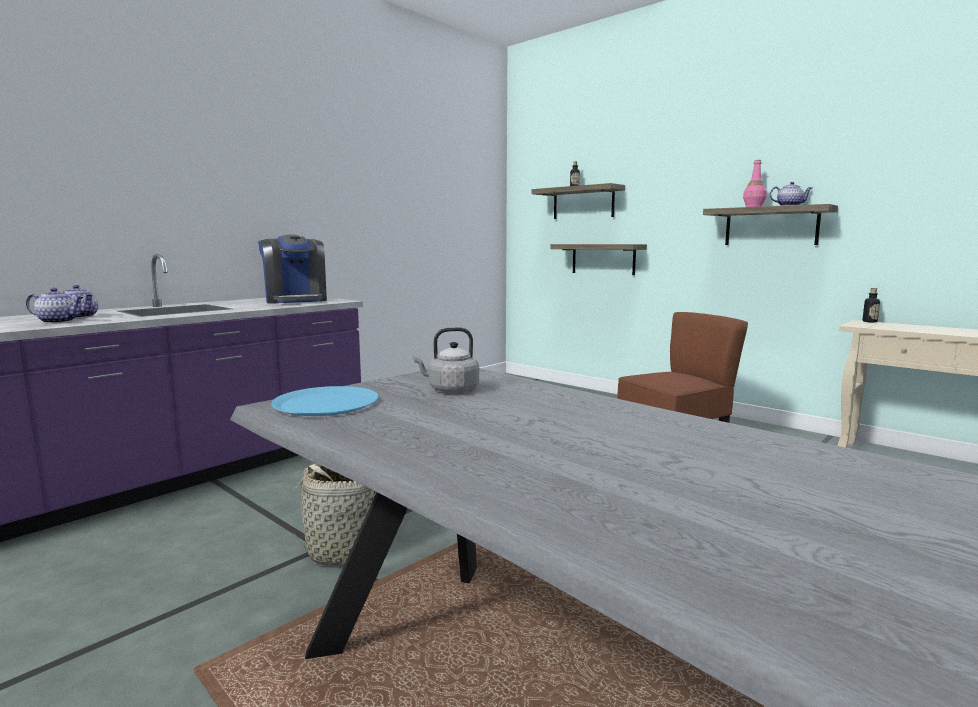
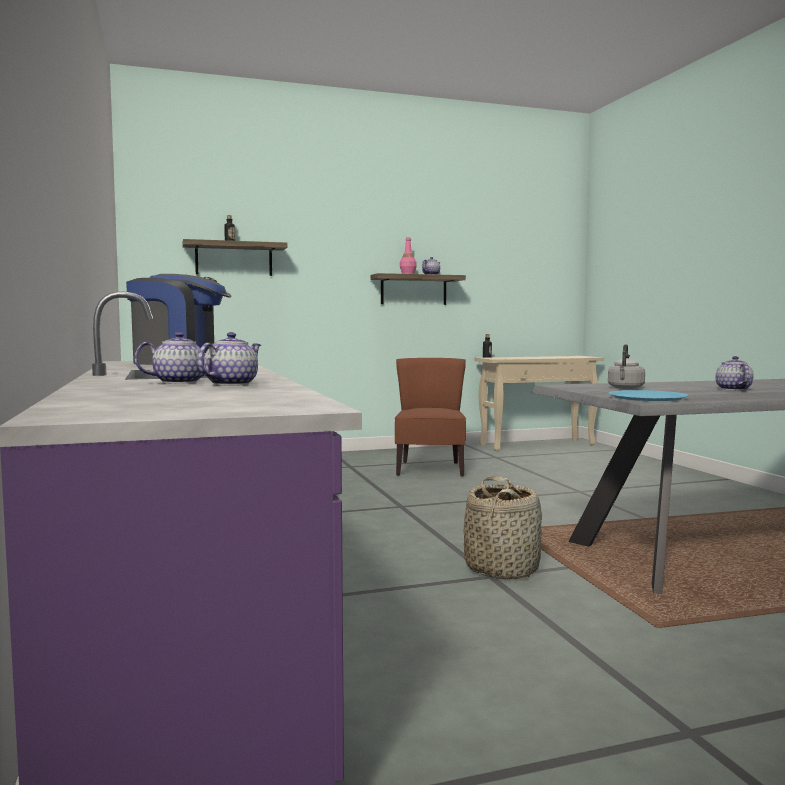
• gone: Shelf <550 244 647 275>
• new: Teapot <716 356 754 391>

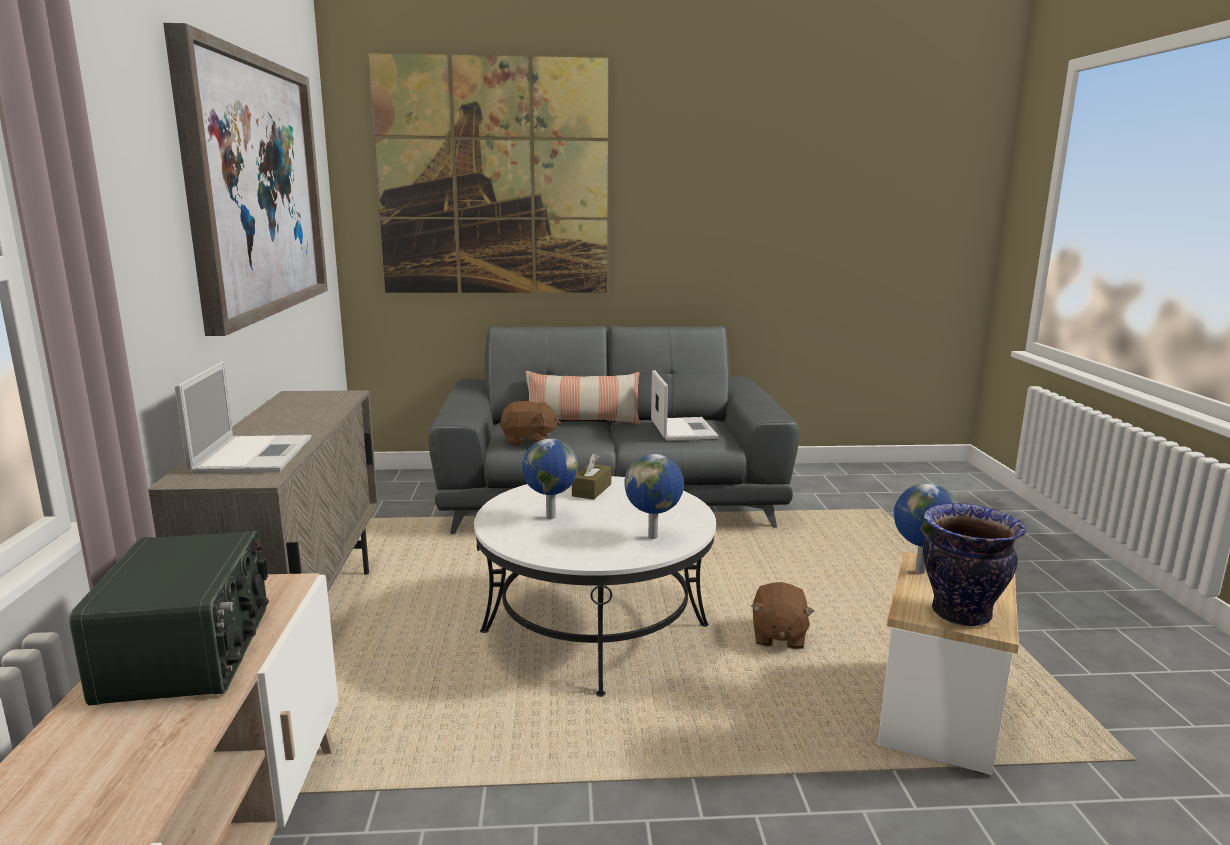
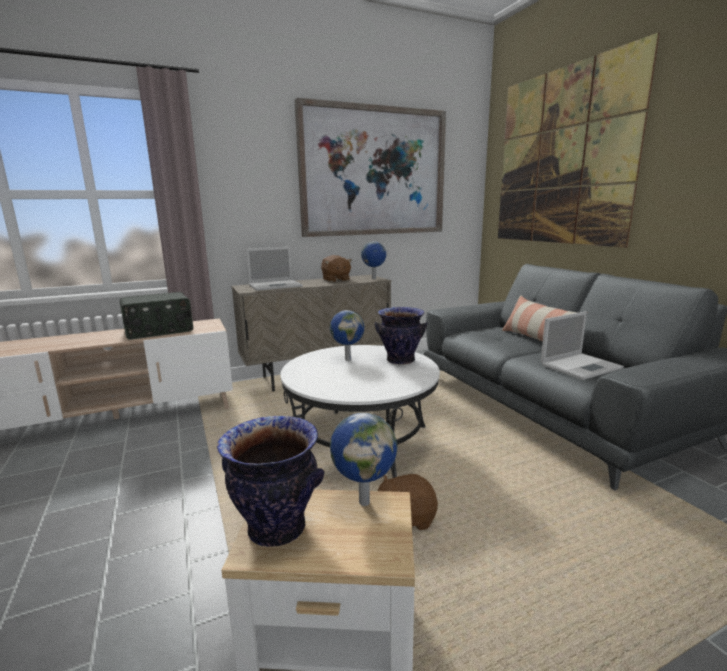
• shifted: BrownPlushToy <500 401 561 445> to <321 255 352 282>
• swapped: BrownTissueBox <572 453 611 500> to Vase <374 307 428 365>
• shifted: Globe <624 454 684 539> to <361 241 386 279>

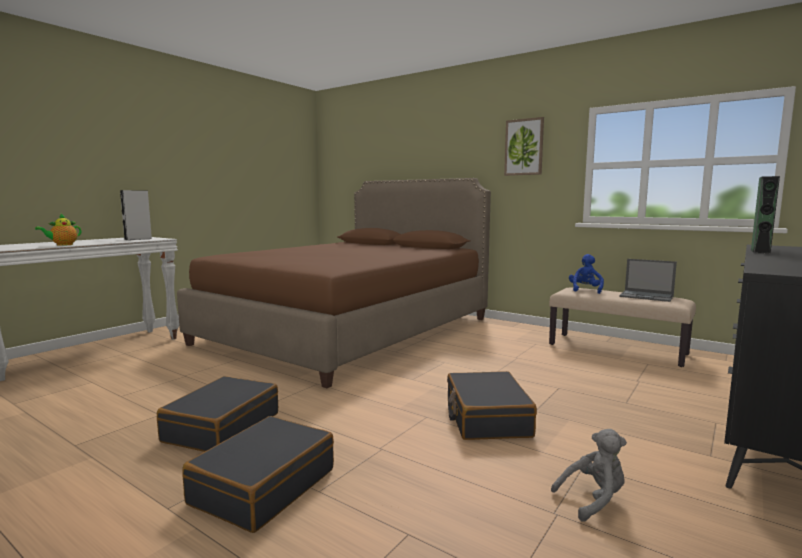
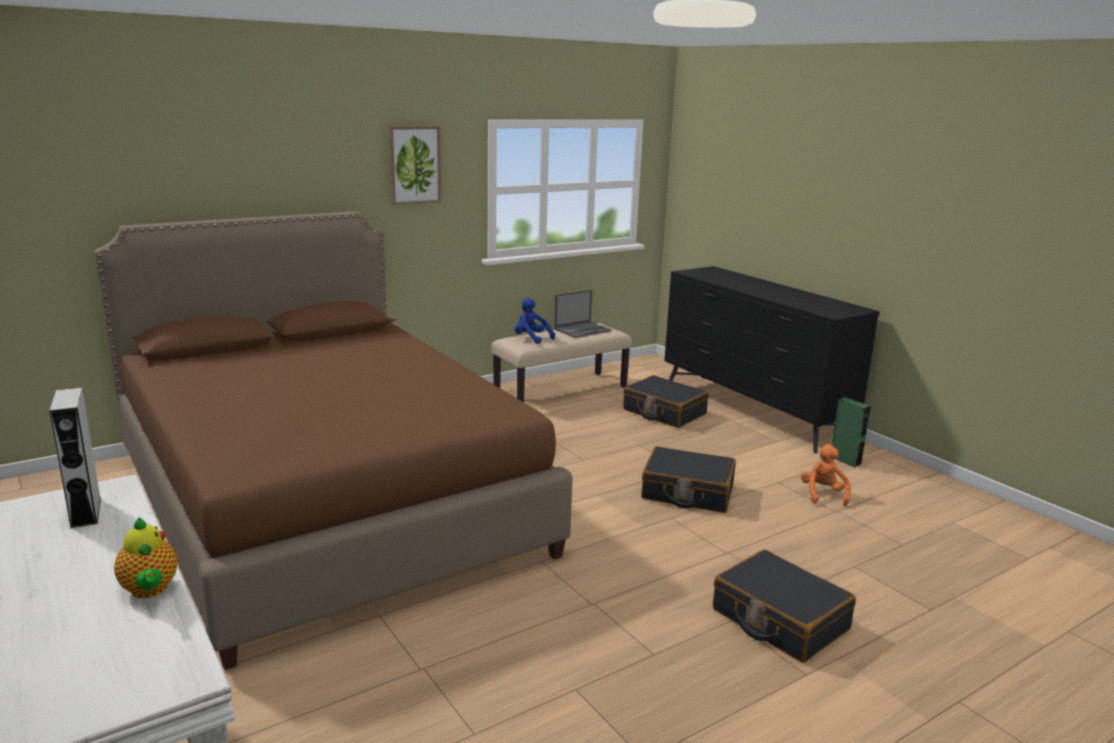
• shifted: GreenSpeaker <751 176 780 254> to <831 397 871 467>
• shifted: BlackSuitcase <157 376 278 452> to <623 375 709 428>
• repainted: GreyPlushToy <551 429 627 522> to OrangePlushToy <801 444 851 506>

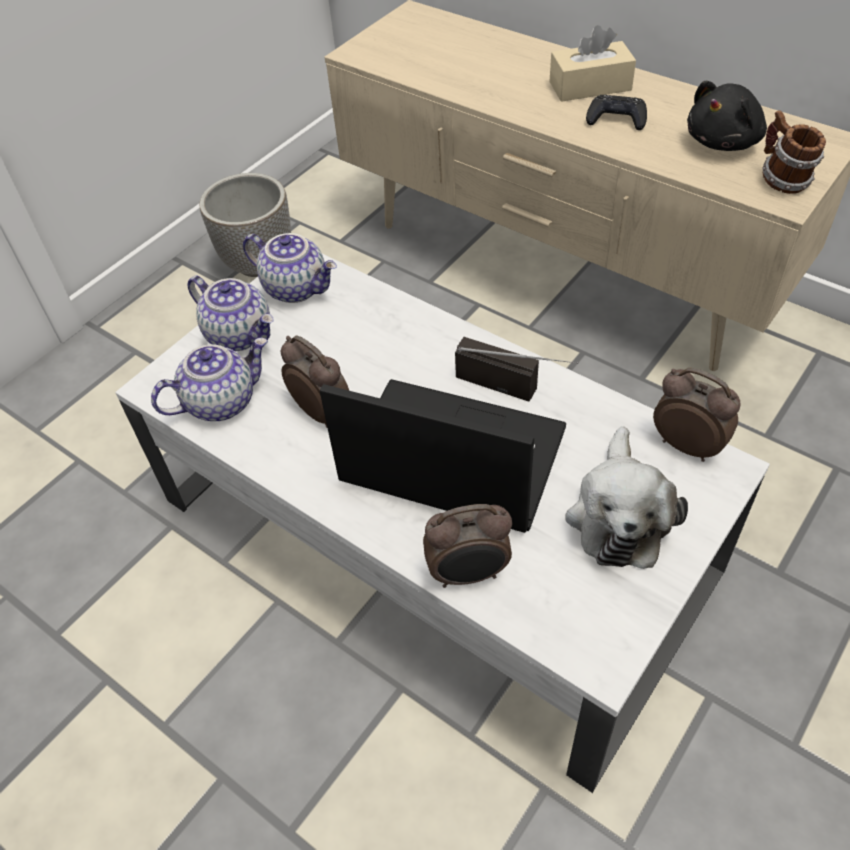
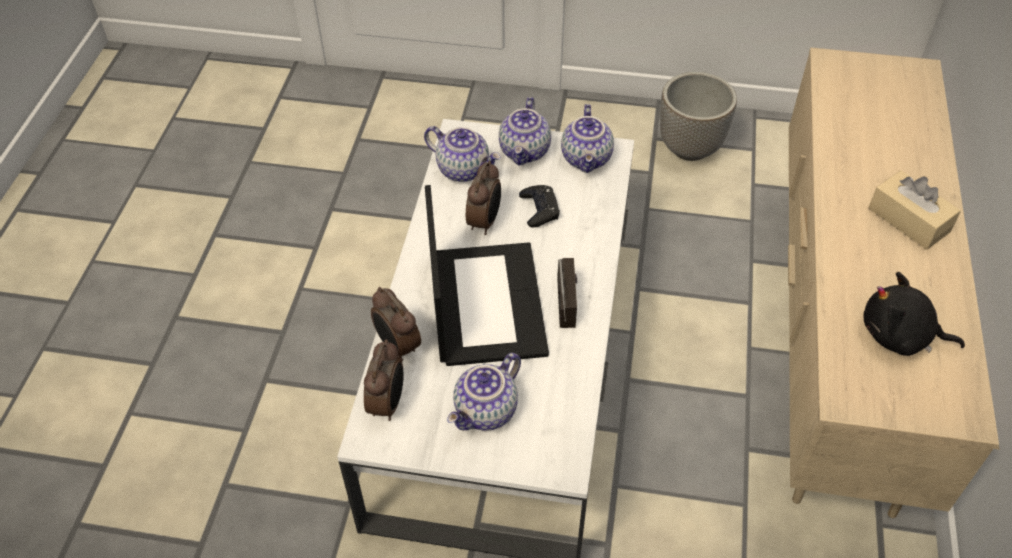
• shifted: BlackGameController <586 95 647 130> to <519 185 560 227>
• gone: Mug <762 110 826 194>
• shifted: AlarmClock <653 368 741 462> to <364 339 404 421>
• swapped: PlushToy <565 426 688 569> to Teapot <447 353 521 431>

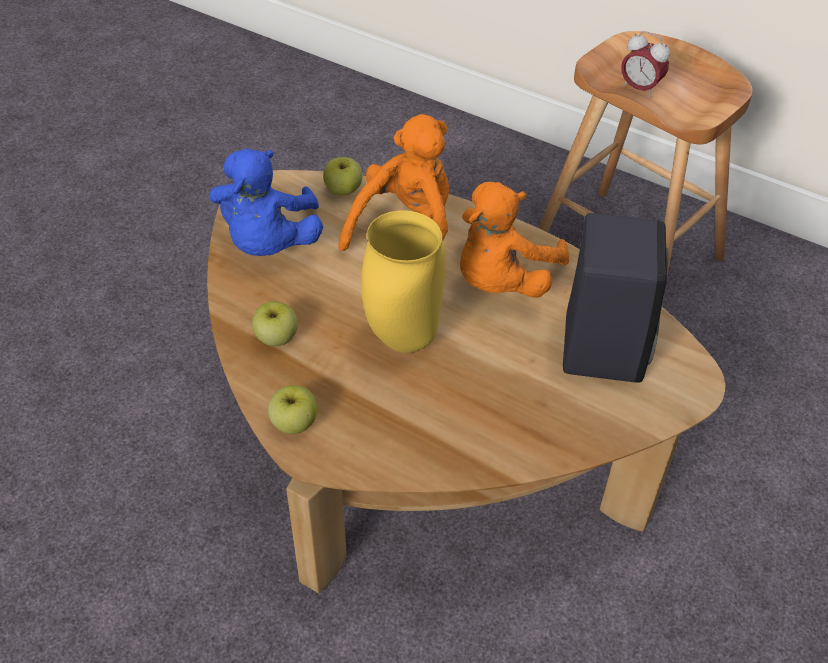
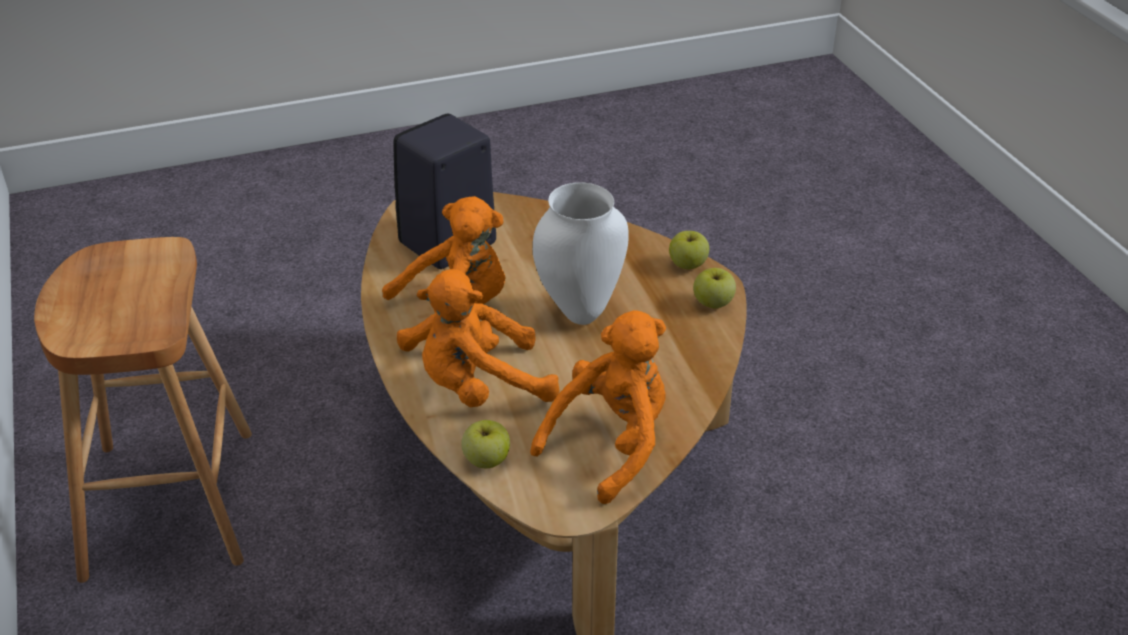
• gone: AlarmClock <621 31 670 98>
• repainted: BluePlushToy <209 148 323 256> to OrangePlushToy <530 310 666 504>
• repainted: YellowVase <361 210 446 353> to WhiteVase <533 182 629 325>
• shifted: Apple <252 301 298 346> to <669 231 709 269>

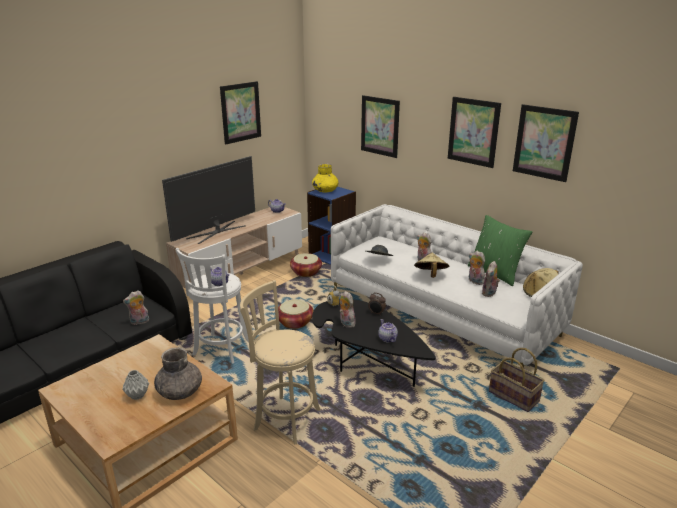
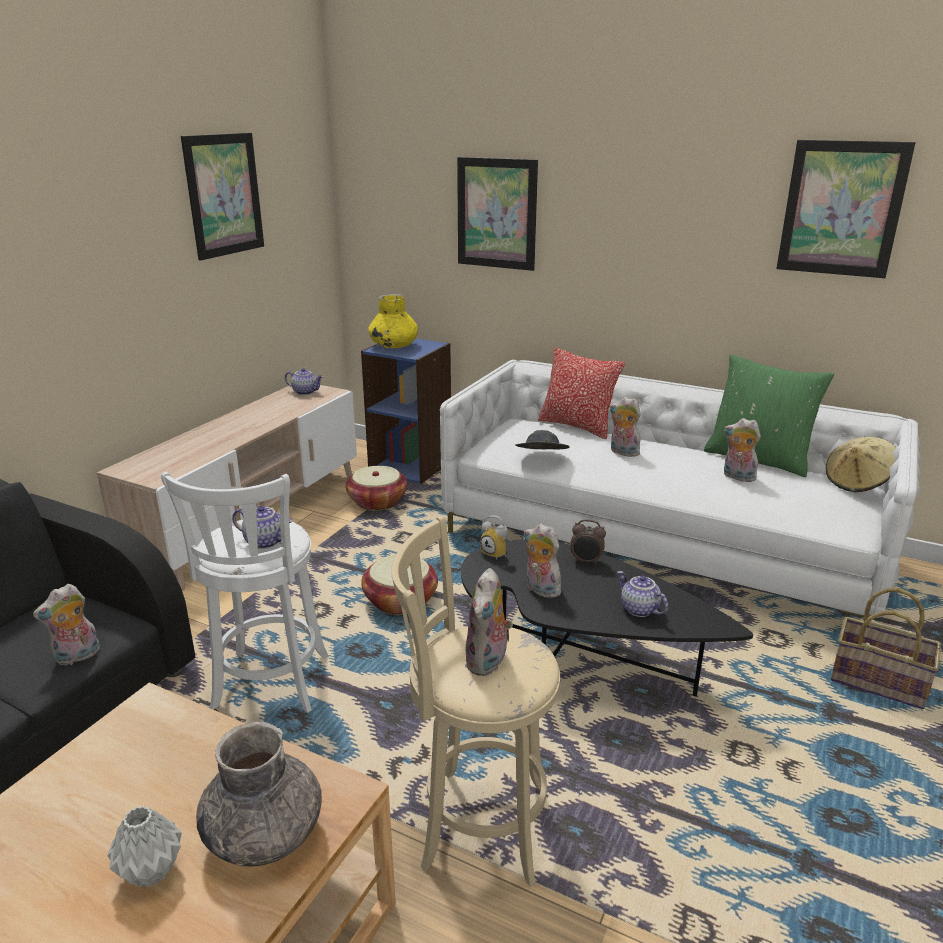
• gone: Picture <448 97 501 168>
• gone: Television <162 156 255 244>
• gone: BeigeHat <414 253 450 278>
• shifted: PlushToy <482 261 500 297> to <465 568 513 676>
• new: Pillow <538 348 625 439>

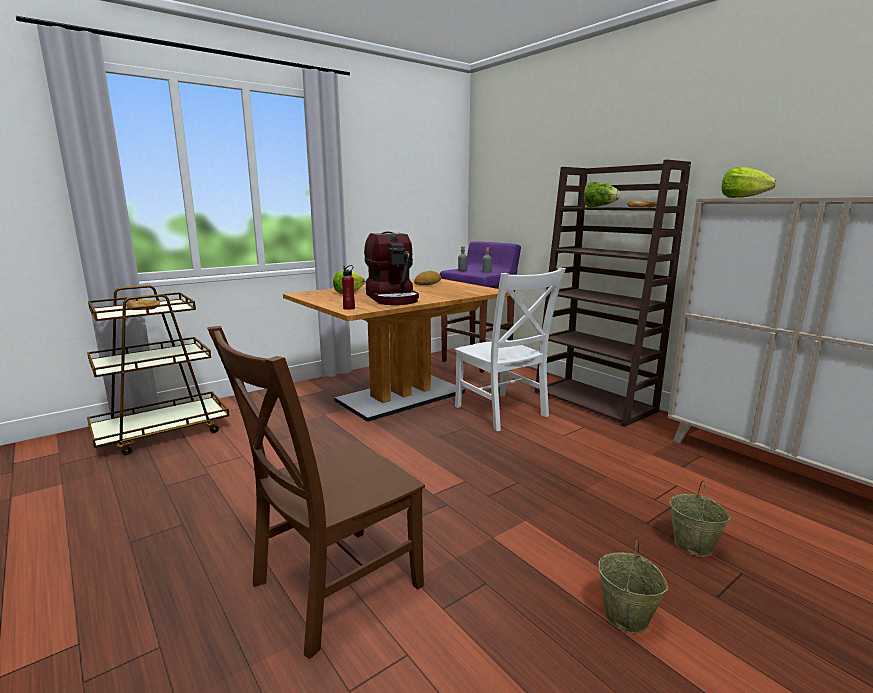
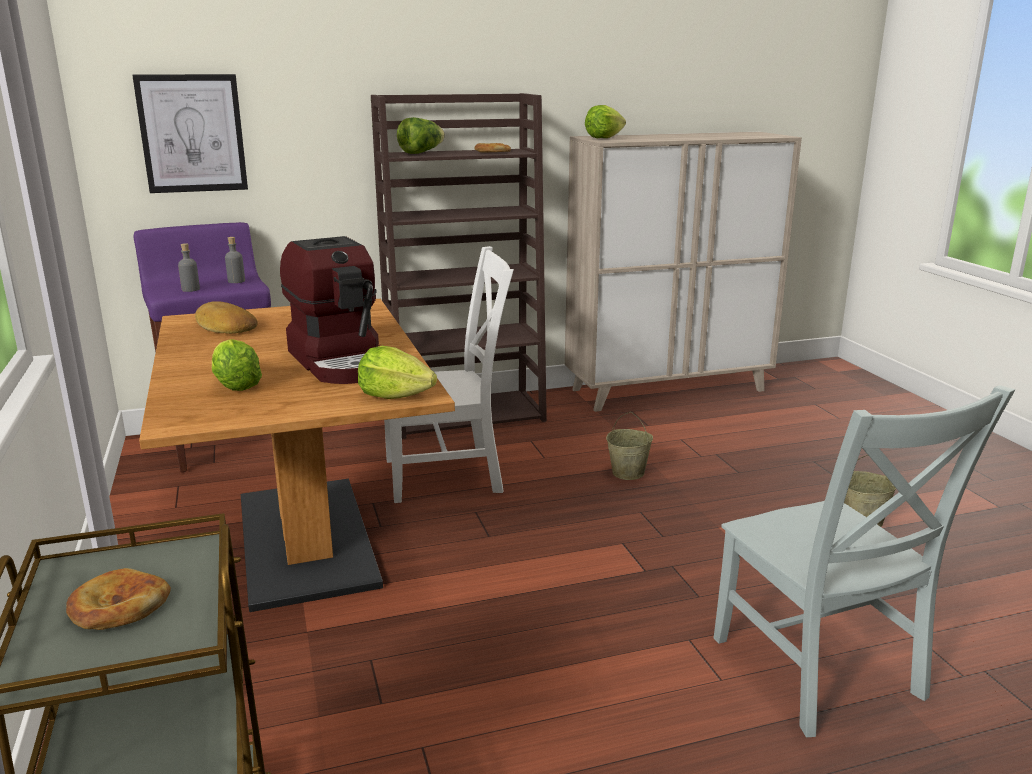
• rotated: CoffeeMachine <364 232 419 305> = <280 236 380 384> 60 degrees clockwise
• swapped: RedBottle <342 265 355 310> to Lettuce <358 346 437 399>
• repainted: BrownChair <207 326 425 659> to GreyChair <714 385 1015 737>
• shifted: BeigeBucket <669 481 731 557> to <606 412 653 480>
• new: Picture <132 74 248 193>

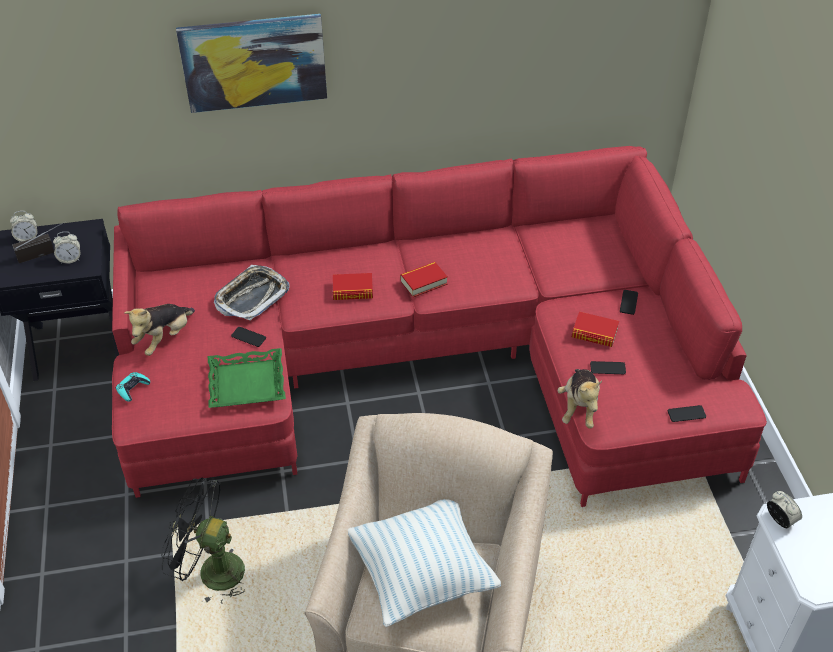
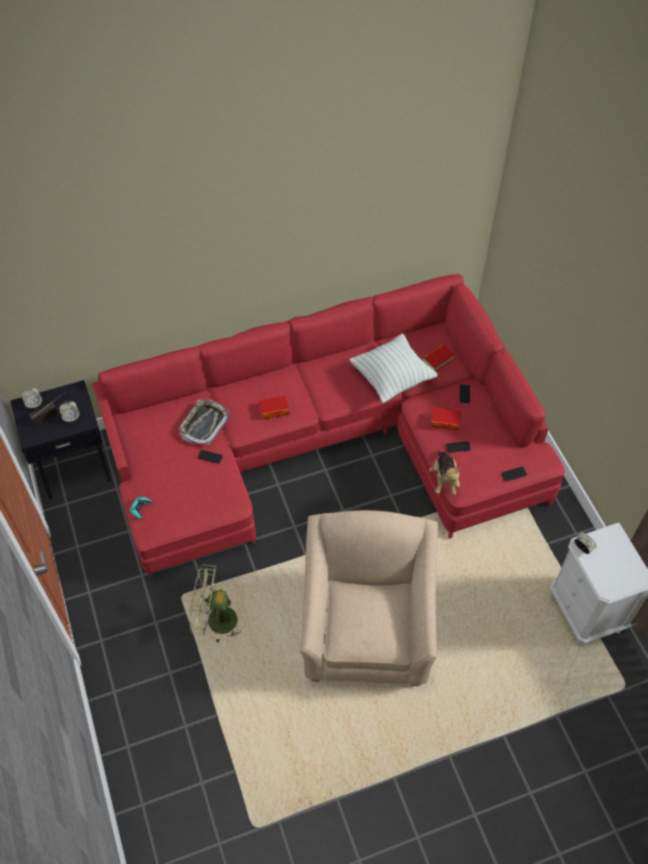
• gone: Picture <176 14 327 113>
• shifted: Book <400 262 447 297> to <422 344 455 372>
• gone: PlushToy <124 304 195 356>
• gone: GreenTray <208 348 286 408>
• repainted: BlackFan <161 478 245 603> to GreenFan <190 565 241 643>
• shifted: Pillow <348 499 501 627> to <349 333 438 403>

